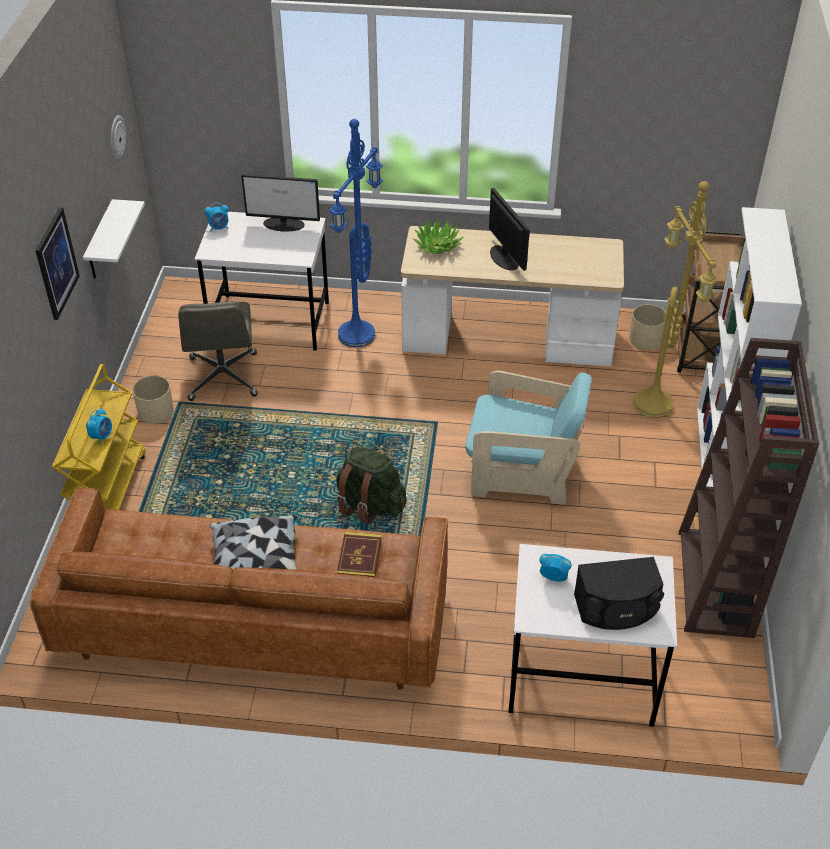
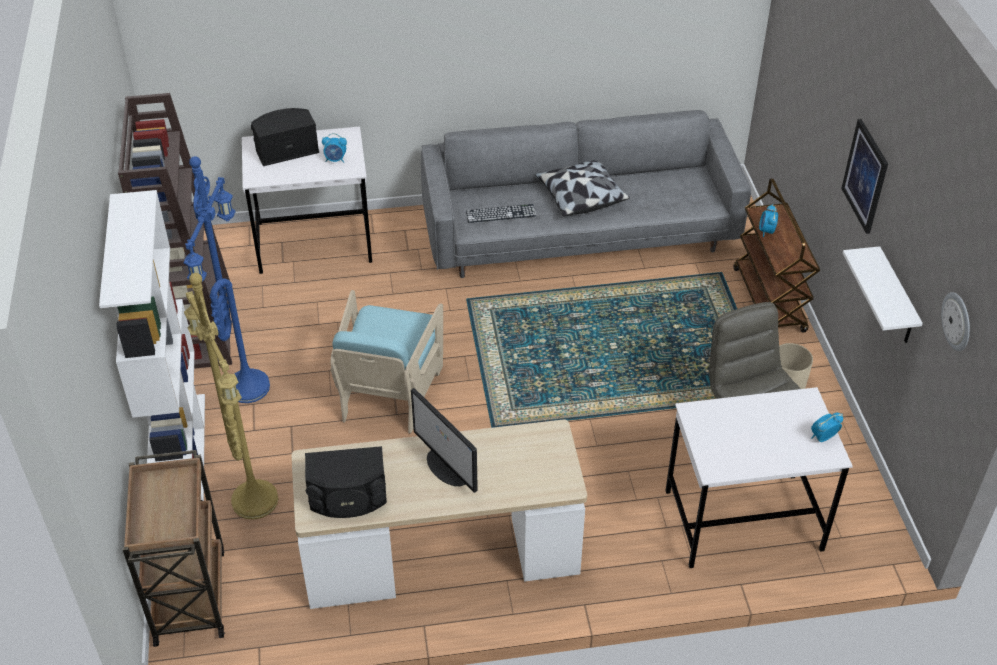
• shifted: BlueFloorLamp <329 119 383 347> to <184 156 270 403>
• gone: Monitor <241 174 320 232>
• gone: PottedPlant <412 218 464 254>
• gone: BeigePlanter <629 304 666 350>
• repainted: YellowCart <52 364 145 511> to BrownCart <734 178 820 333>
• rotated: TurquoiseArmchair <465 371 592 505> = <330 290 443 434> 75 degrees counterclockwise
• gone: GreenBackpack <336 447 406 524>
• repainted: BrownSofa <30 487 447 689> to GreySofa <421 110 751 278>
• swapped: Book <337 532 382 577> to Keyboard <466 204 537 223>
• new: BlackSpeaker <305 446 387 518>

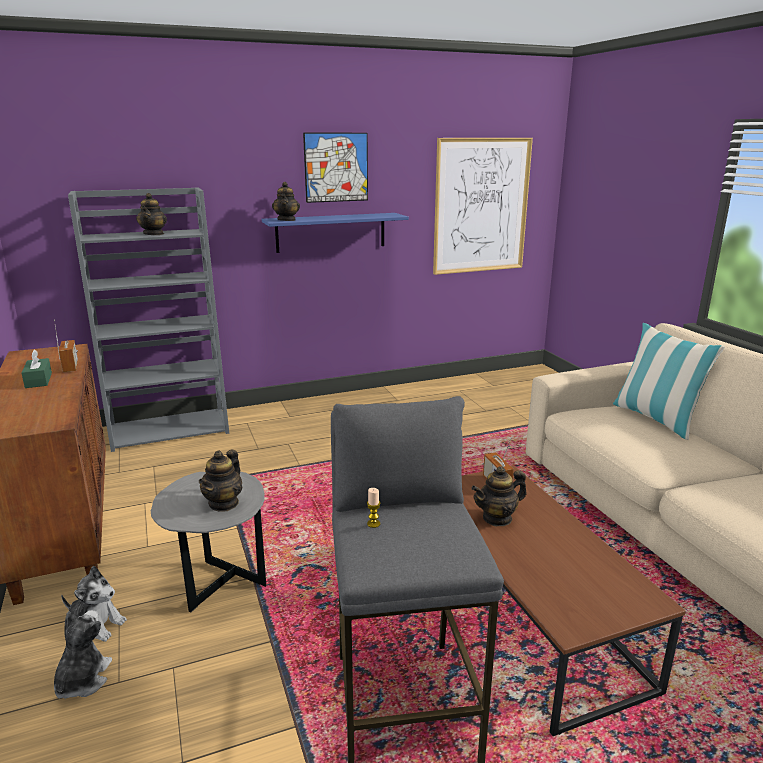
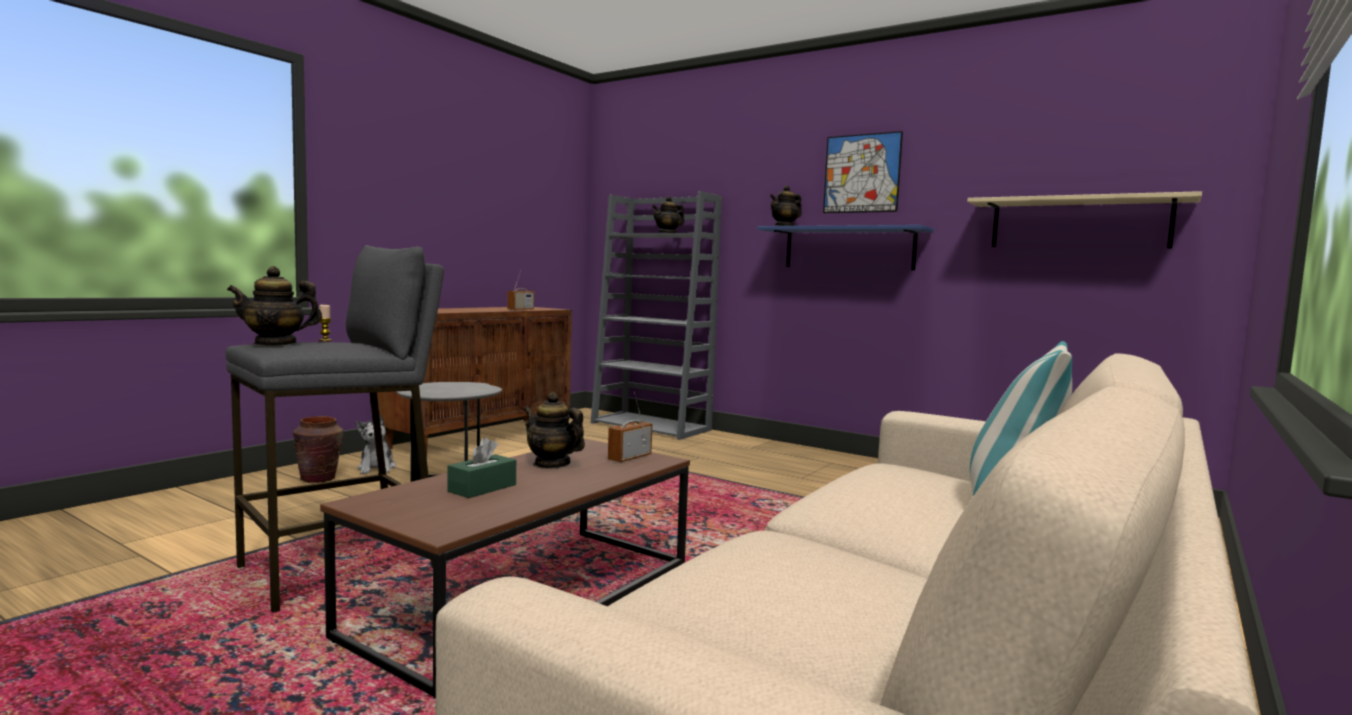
• swapped: Picture <433 138 533 275> to BeigeShelf <967 191 1202 248>
• shifted: GreenTissueBox <21 350 52 388> to <447 437 516 498>
• shifted: Teapot <199 449 242 512> to <227 266 322 346>
• swapped: PlushToy <54 610 112 699> to BrownVase <293 416 343 483>

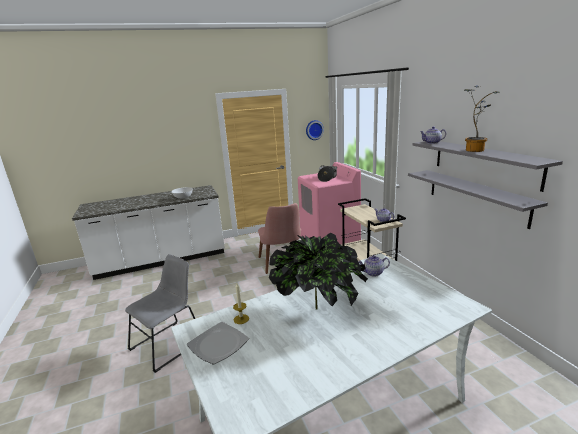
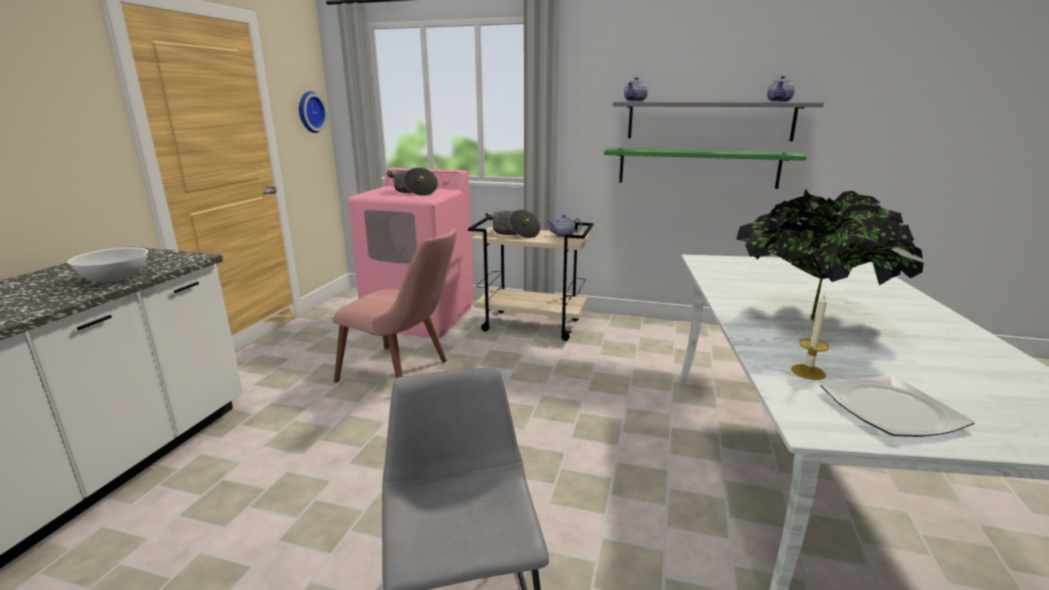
• gone: PottedPlant <464 86 500 152>
• repainted: GreyShelf <408 170 548 229> to GreenShelf <604 148 806 189>
• shifted: Teapot <358 255 390 276> to <767 76 795 102>
• new: CookingPot <485 210 541 238>

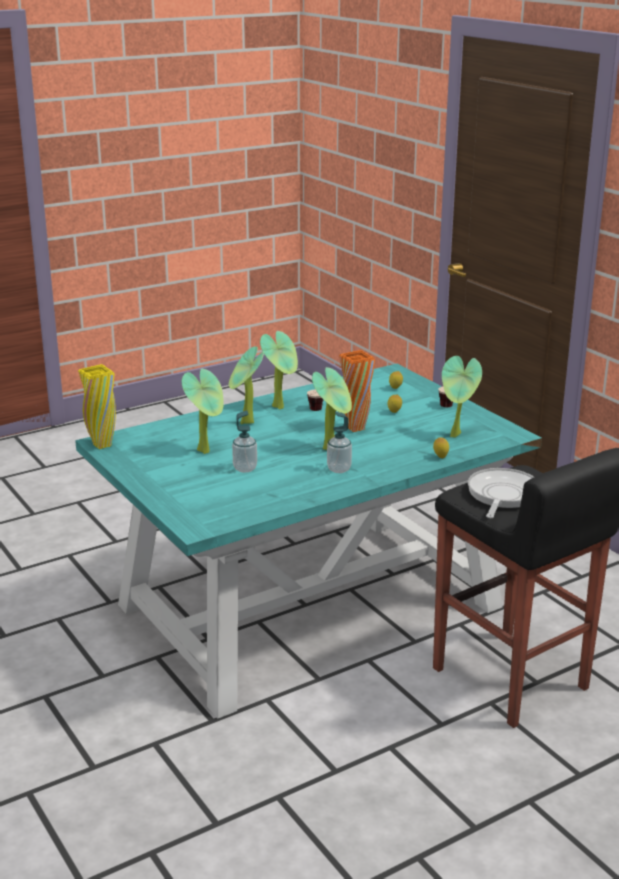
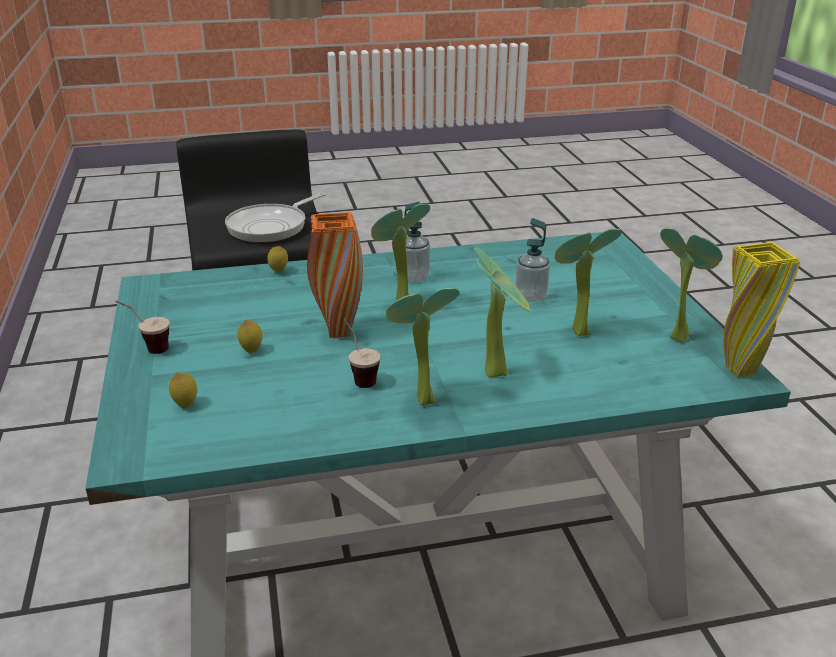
• shifted: PottedPlant <442 356 482 438> to <660 228 723 342>

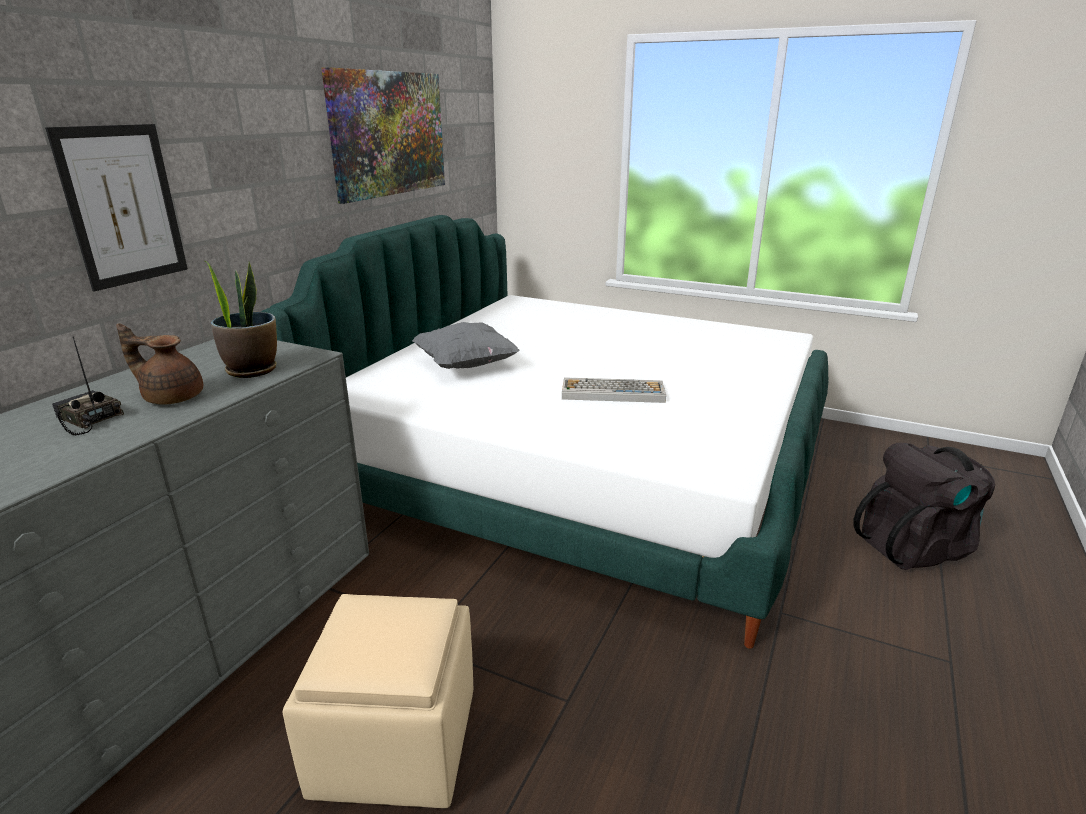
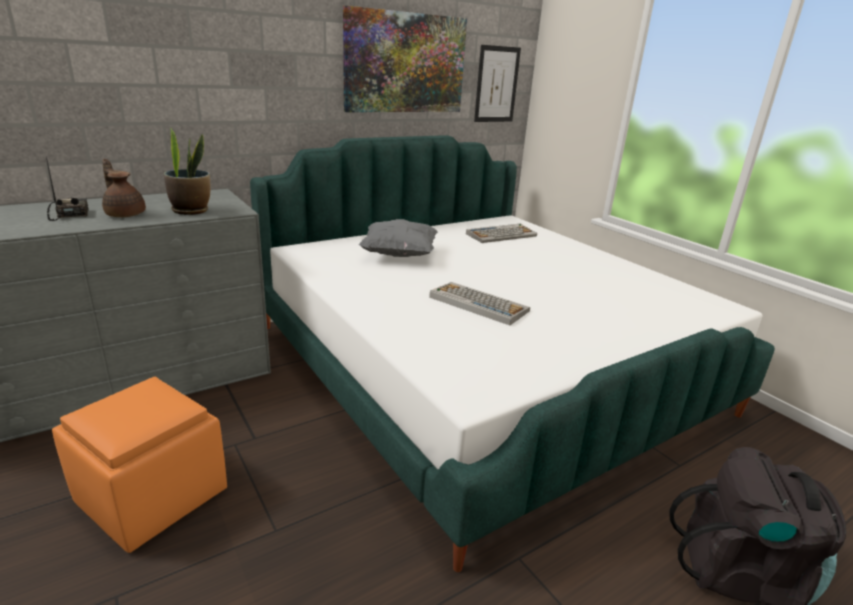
• shifted: Picture <45 124 188 292> to <474 45 521 122>
• repainted: BeigeOttoman <283 594 473 808> to OrangeOttoman <52 377 227 553>
• new: Keyboard <466 224 537 243>

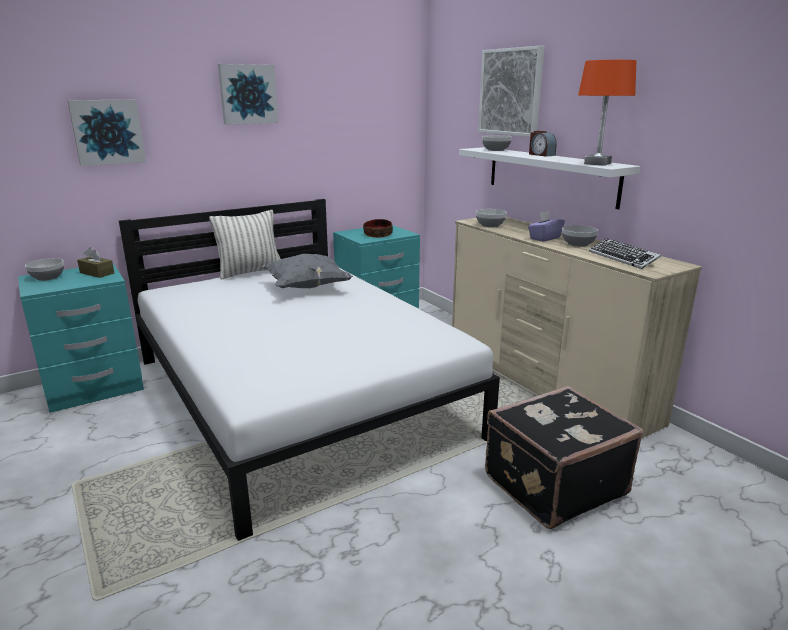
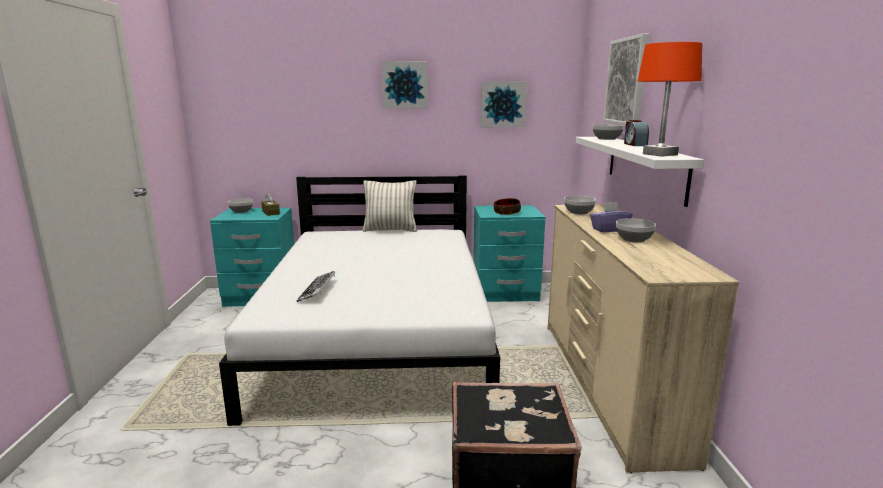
• shifted: Picture <67 100 146 166> to <481 81 527 127>
• shifted: Keyboard <589 238 661 269> to <297 271 336 302>
• gone: GreyPillow <262 254 353 288>

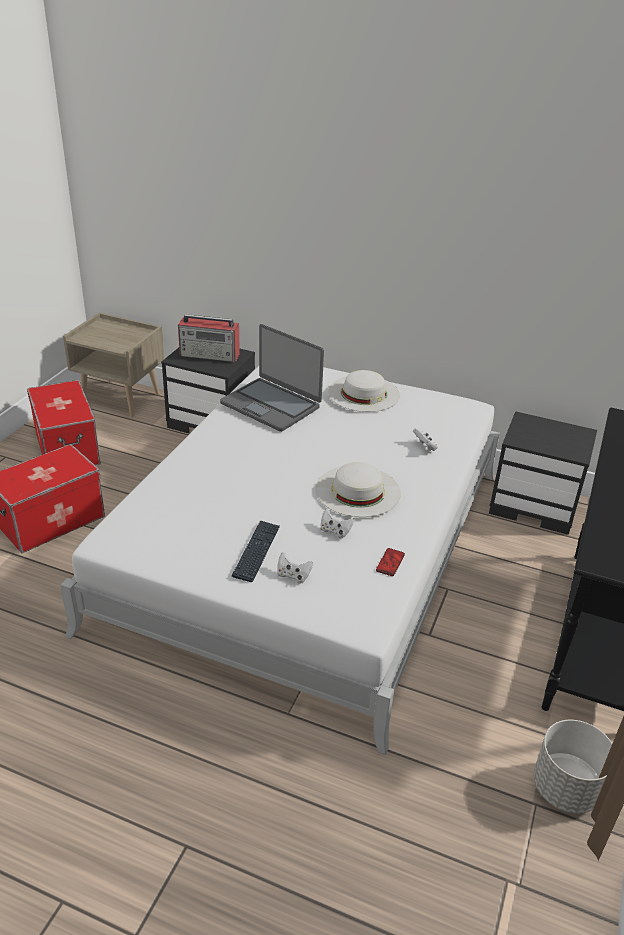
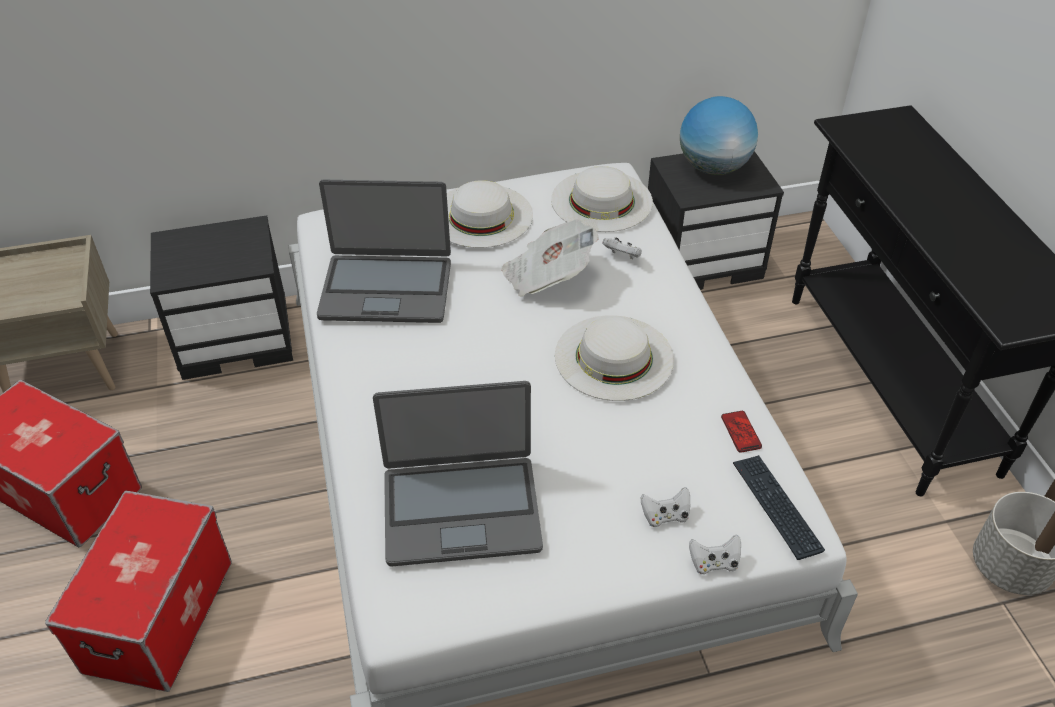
• gone: Radio <178 314 240 362>
• shifted: WhiteGameController <320 509 354 538> to <689 534 741 575>
• shifted: Keyboard <232 520 280 582> to <733 455 825 560>
• new: Globe <680 96 758 175>
• new: WhiteHat <551 166 653 232>
• new: Newspaper <501 220 599 297>
• new: Laptop <373 381 543 566>

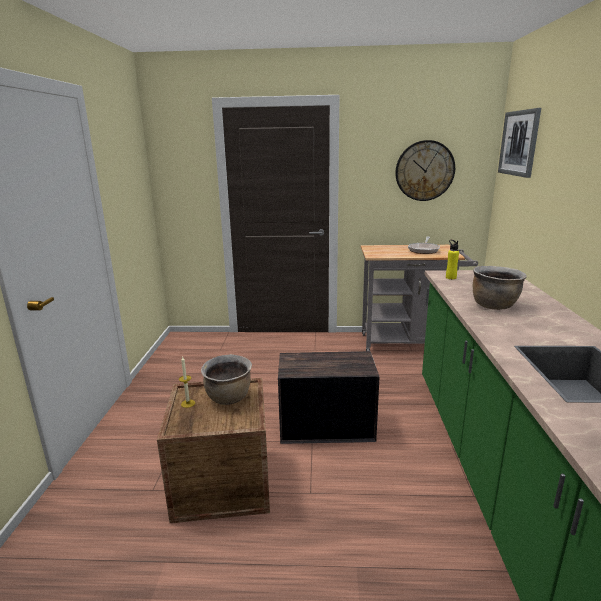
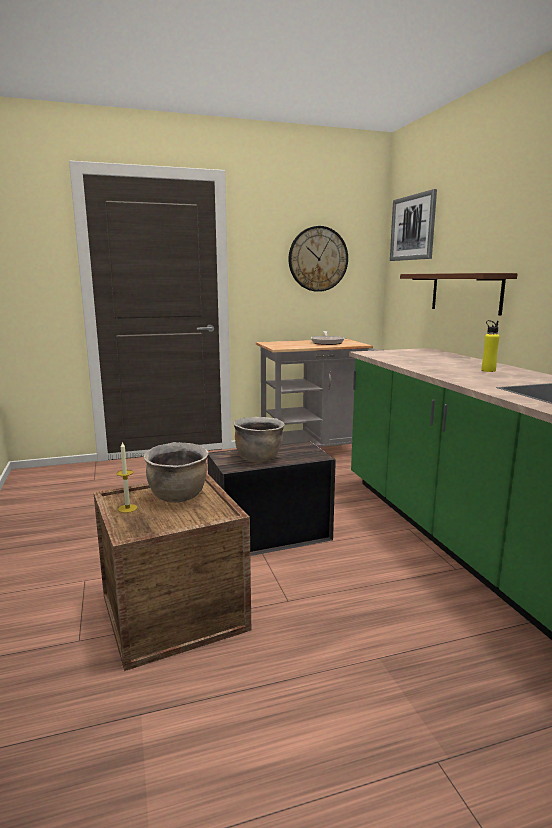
• shifted: YellowBottle <446 240 459 279> to <482 320 500 372>
• shifted: BrownCookingPot <473 266 527 310> to <233 417 285 462>
• new: BrownShelf <400 273 518 315>

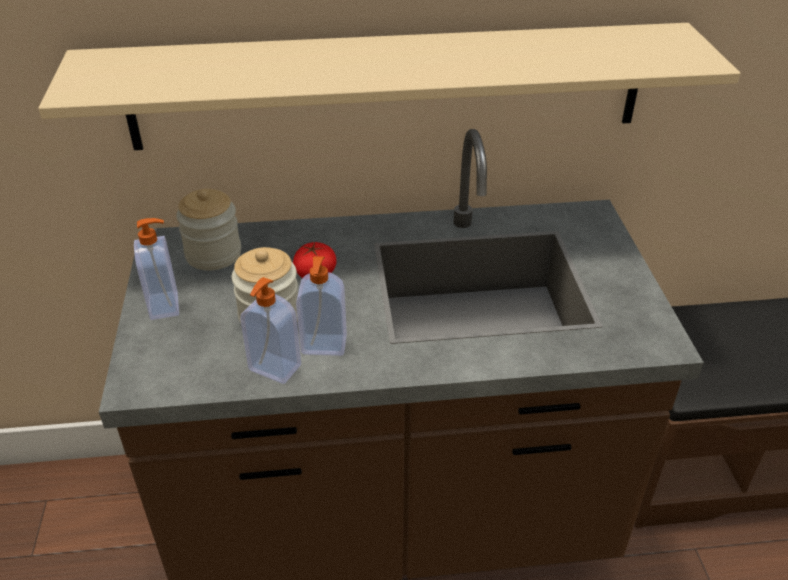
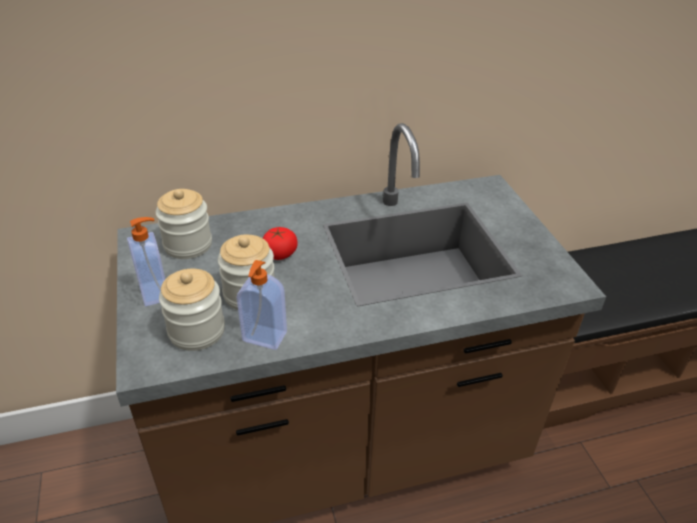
• gone: BeigeShelf <38 23 740 150>
• gone: SoapDispenser <296 256 347 356>
• new: Jar <159 269 225 351>

